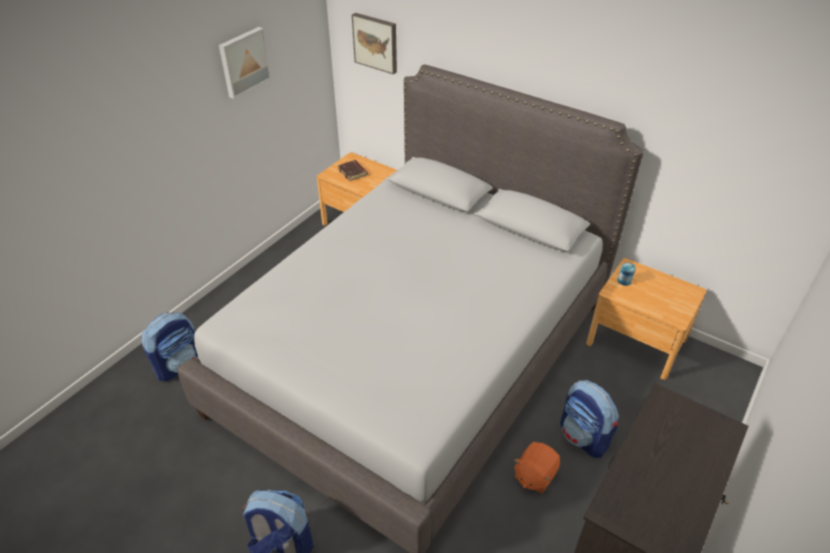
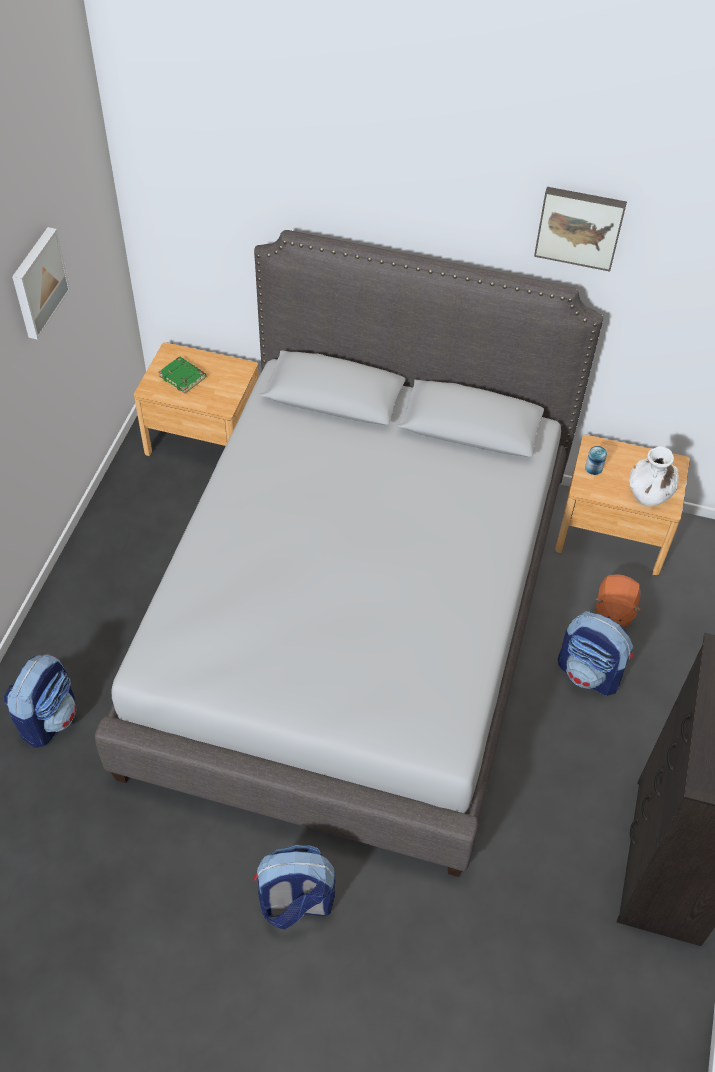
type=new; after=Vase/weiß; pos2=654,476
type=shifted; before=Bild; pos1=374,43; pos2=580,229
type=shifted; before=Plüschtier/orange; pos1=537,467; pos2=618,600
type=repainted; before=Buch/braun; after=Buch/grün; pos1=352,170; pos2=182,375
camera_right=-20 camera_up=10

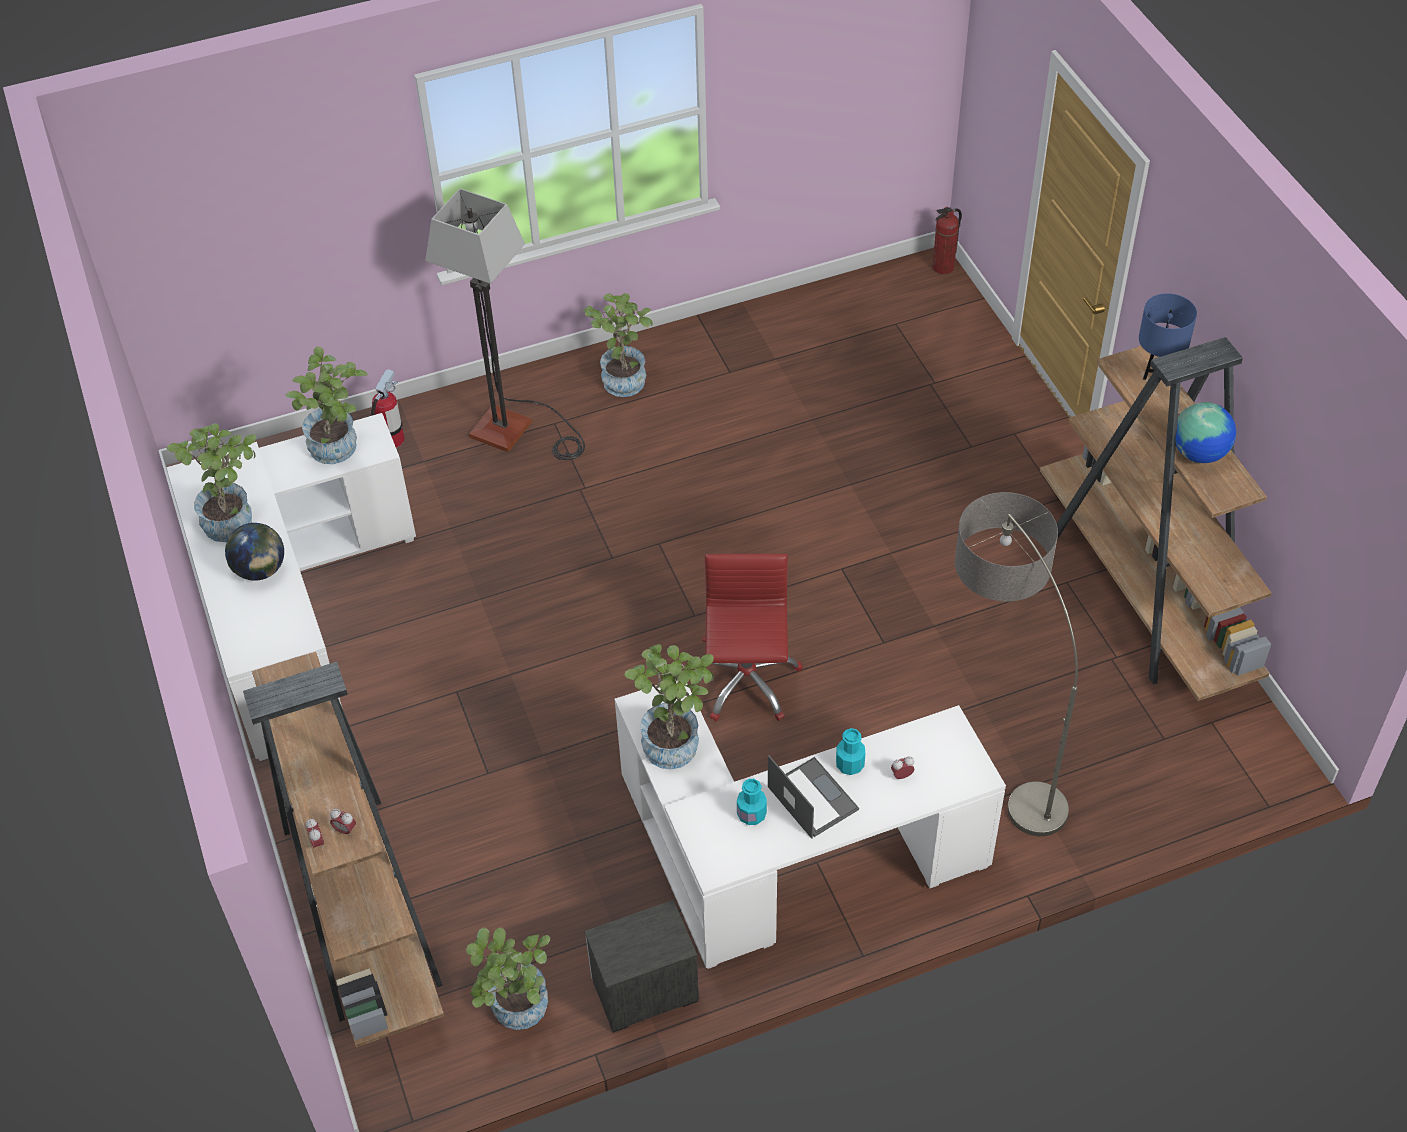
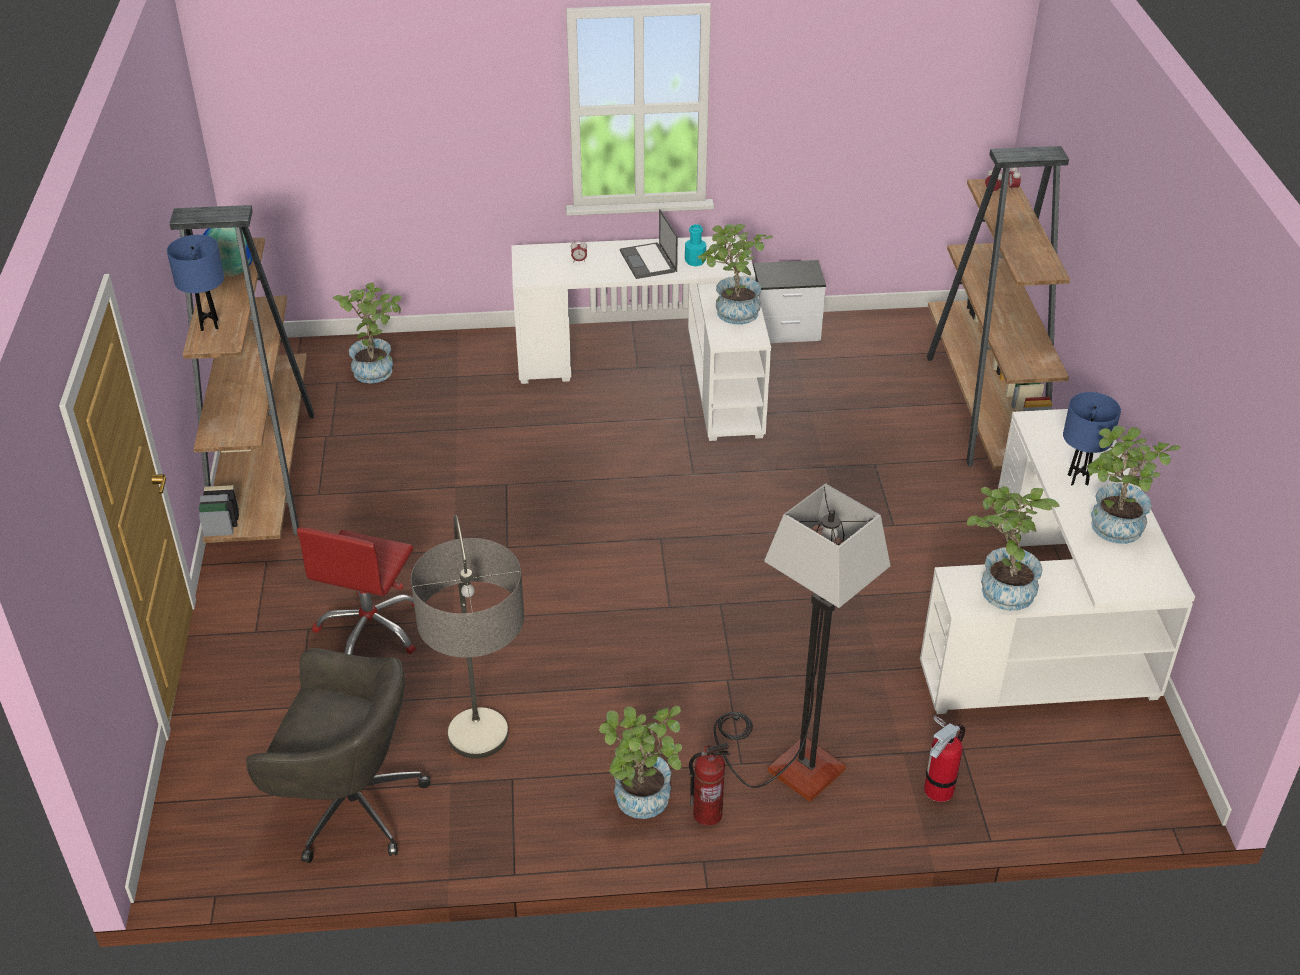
type=gone; before=Flasche/türkis; pos1=850,751
type=new; after=Bürostuhl/grau; pos2=338,755
type=shifted; before=Topfpflanze; pos1=508,978; pos2=367,333
type=shifted; before=Bürostuhl/rot; pos1=747,637; pos2=356,591
type=shifted; before=Feuerlöscher; pos1=947,240; pos2=709,784
type=shifted; before=Stehlampe; pos1=1016,664; pos2=467,637
type=swapped; before=Globus; after=Tischlampe/blau; pos1=254,552; pos2=1092,439
camera_right=-165 camera_up=-10

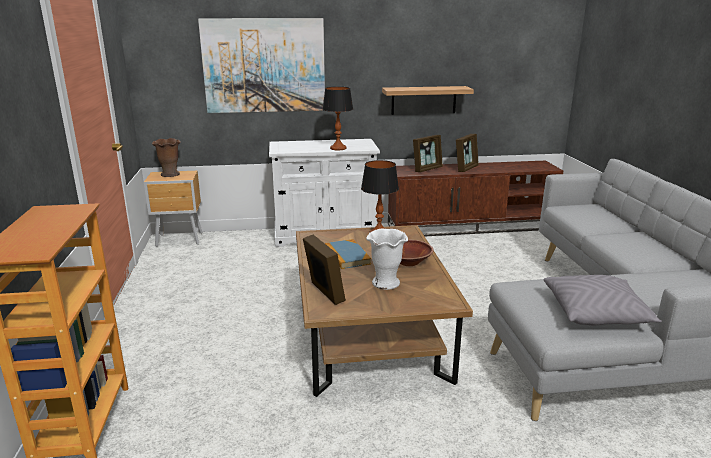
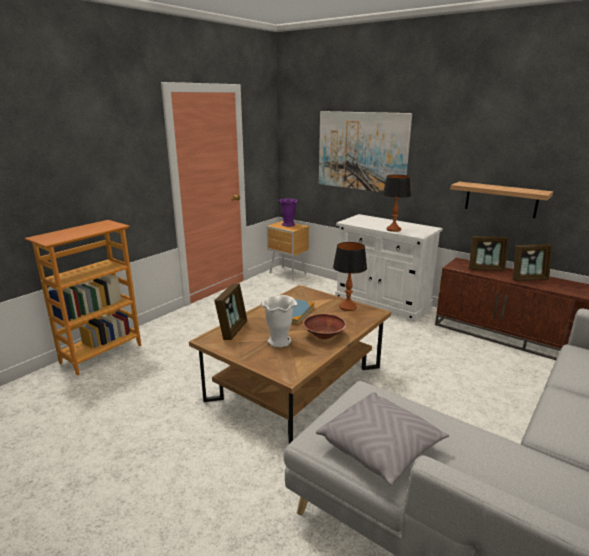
type=repainted; before=Vase/braun; after=Vase/lila; pos1=166,157; pos2=288,212
camera_right=45 camera_up=0

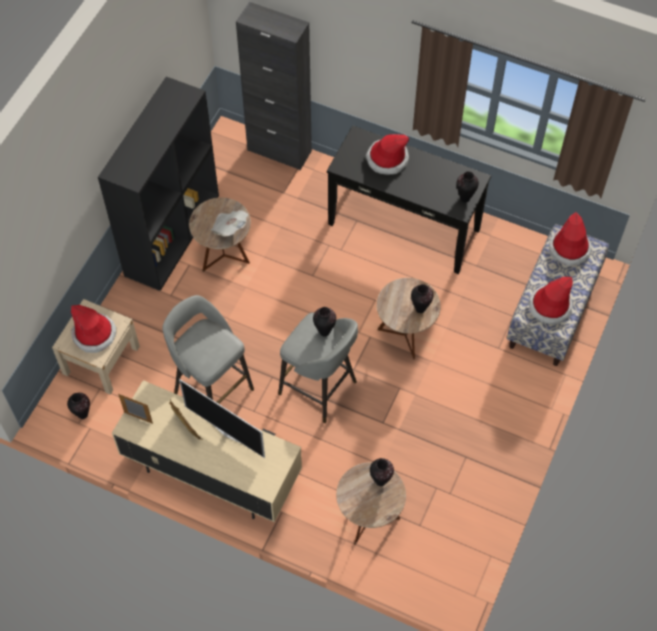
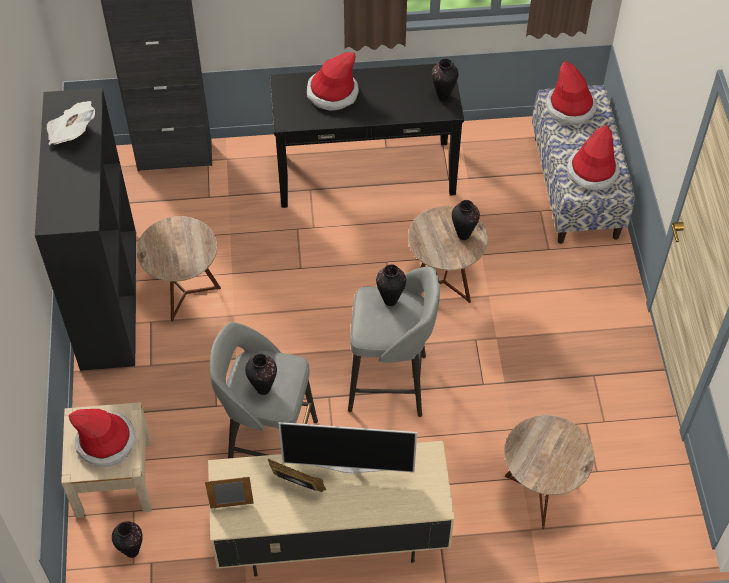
type=shifted; before=Zeitung; pos1=229,223; pos2=71,123
type=shifted; before=Vase; pos1=382,472; pos2=261,374
camera_right=-30 camera_up=-5

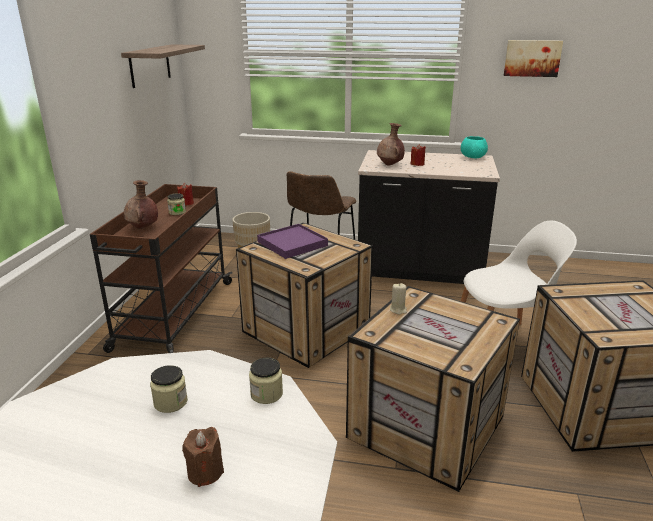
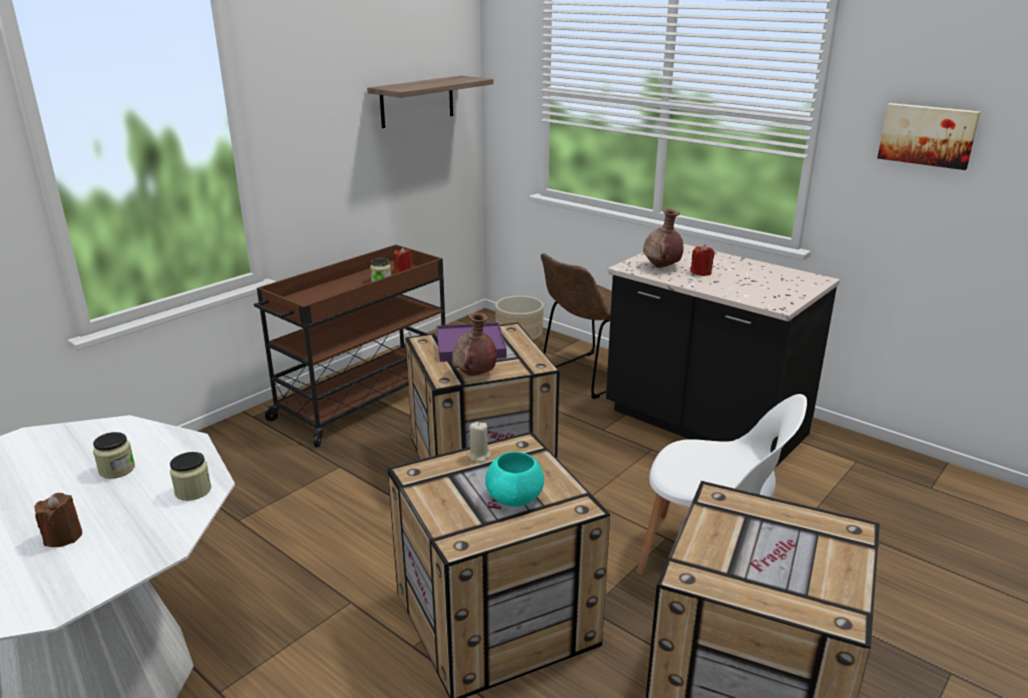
type=shifted; before=Vase/braun; pos1=141,204; pos2=474,344
type=shifted; before=Schüssel/türkis; pos1=474,147; pos2=514,479
camera_right=30 camera_up=0

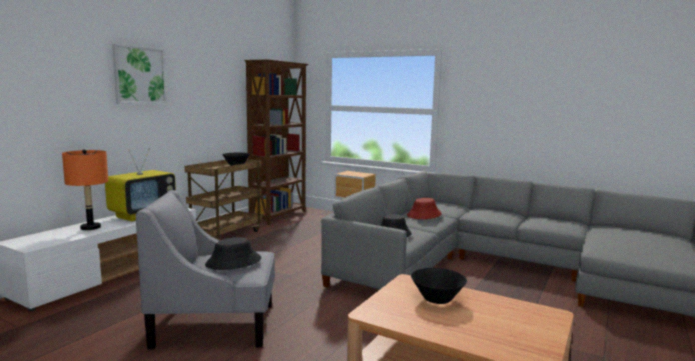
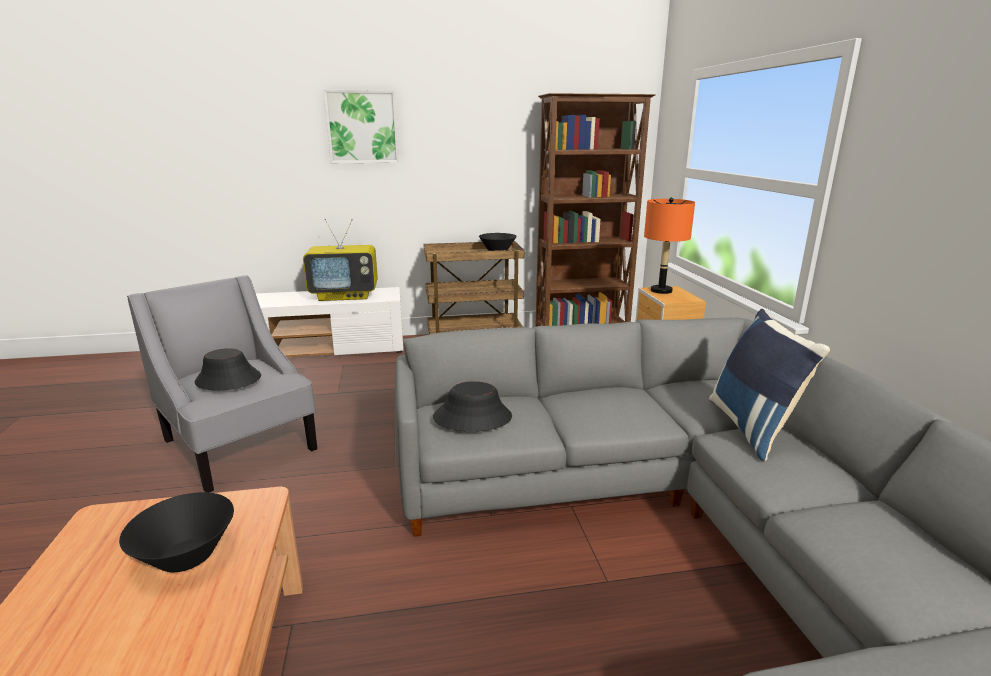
type=gone; before=Hut/rot; pos1=424,208
type=new; after=Kissen/blau; pos2=769,385
type=shifted; before=Tischlampe/orange; pos1=85,189; pos2=669,245
camera_right=50 camera_up=10

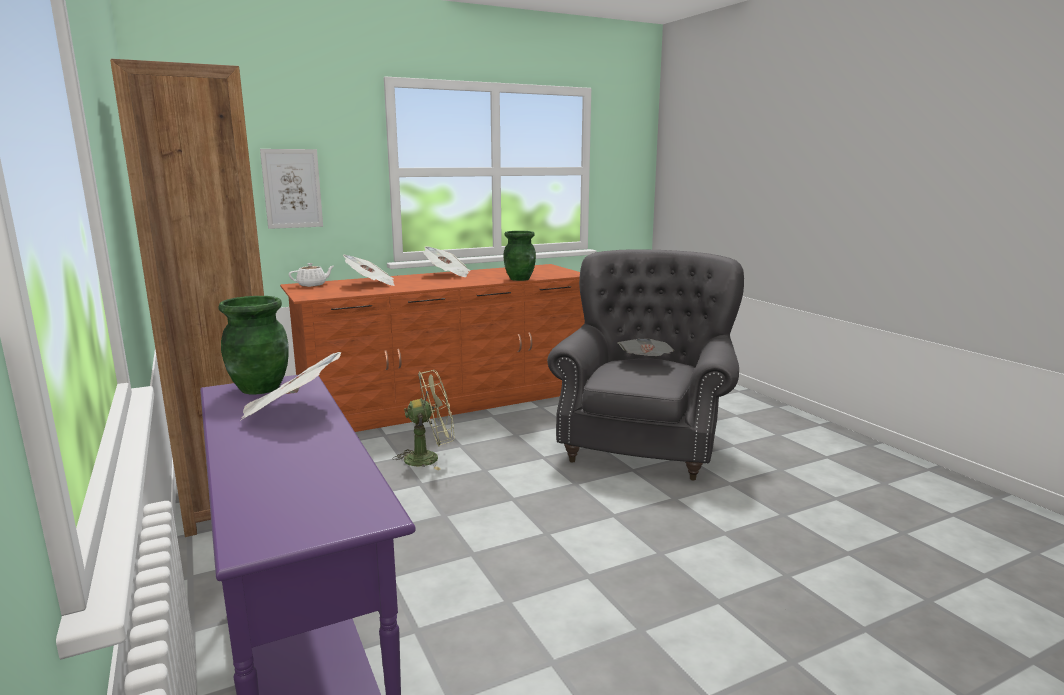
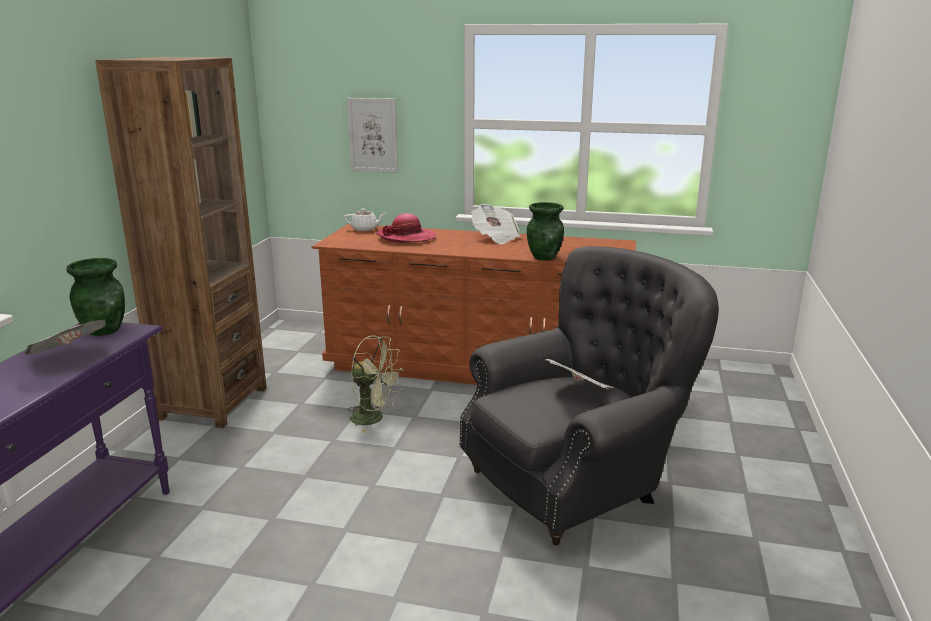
type=swapped; before=Zeitung; after=Hut; pos1=369,270; pos2=406,228
camera_right=40 camera_up=5

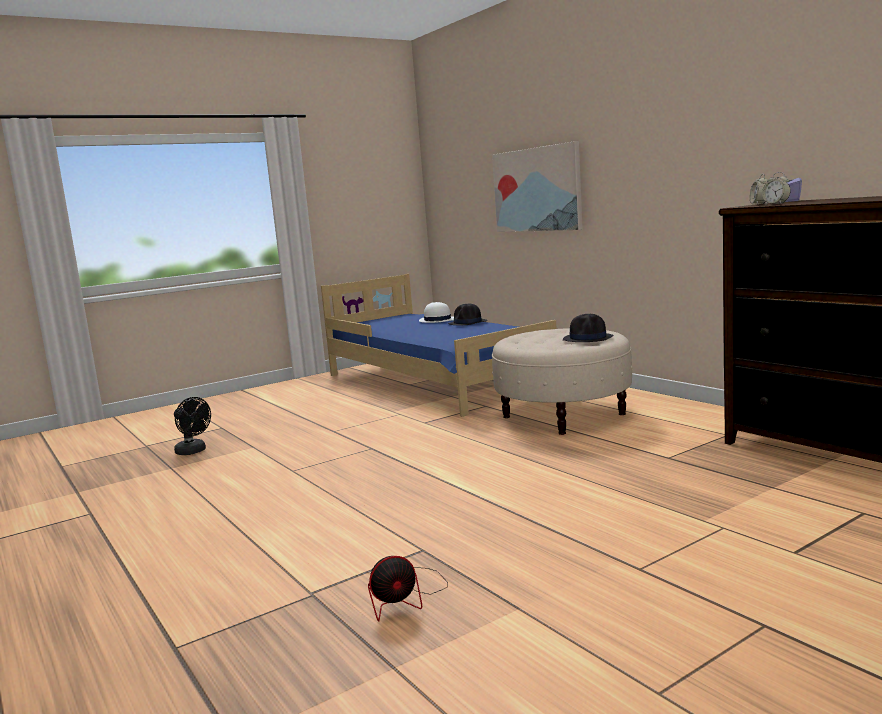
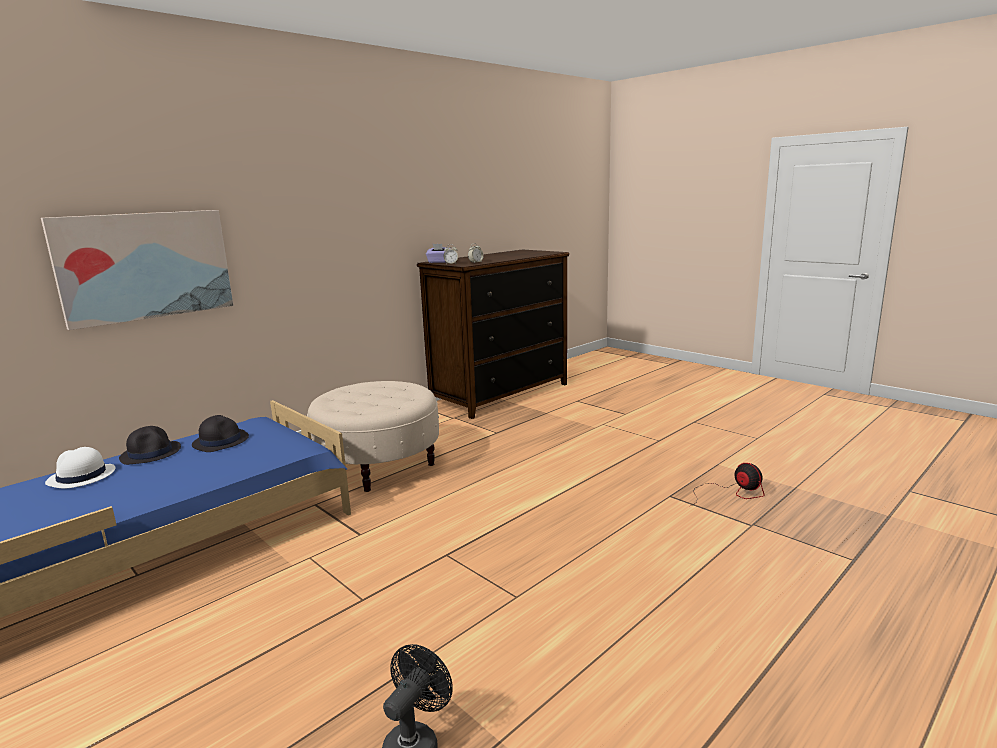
type=shifted; before=Hut/schwarz; pos1=588,328; pos2=220,433
camera_right=-100 camera_up=5

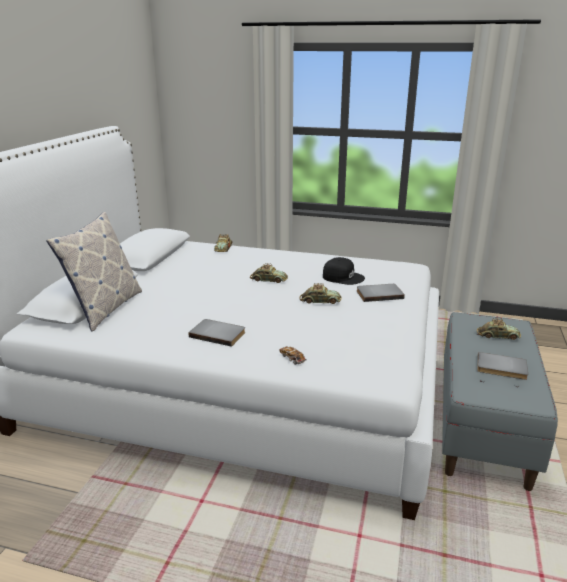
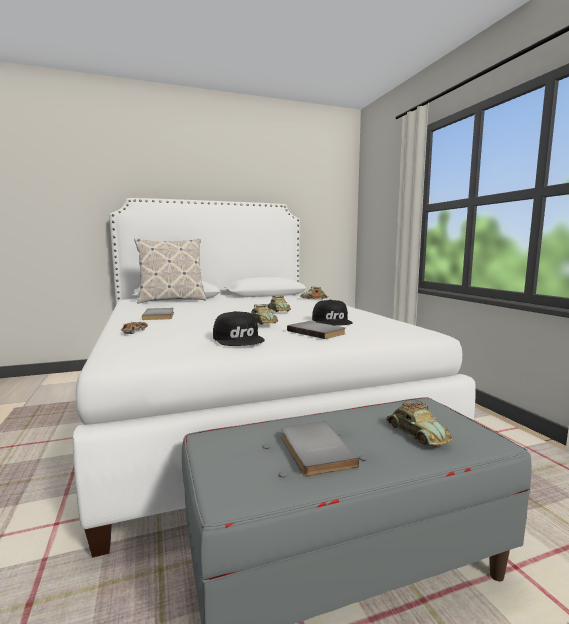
type=new; after=Kappe/schwarz; pos2=239,328
camera_right=55 camera_up=-15

